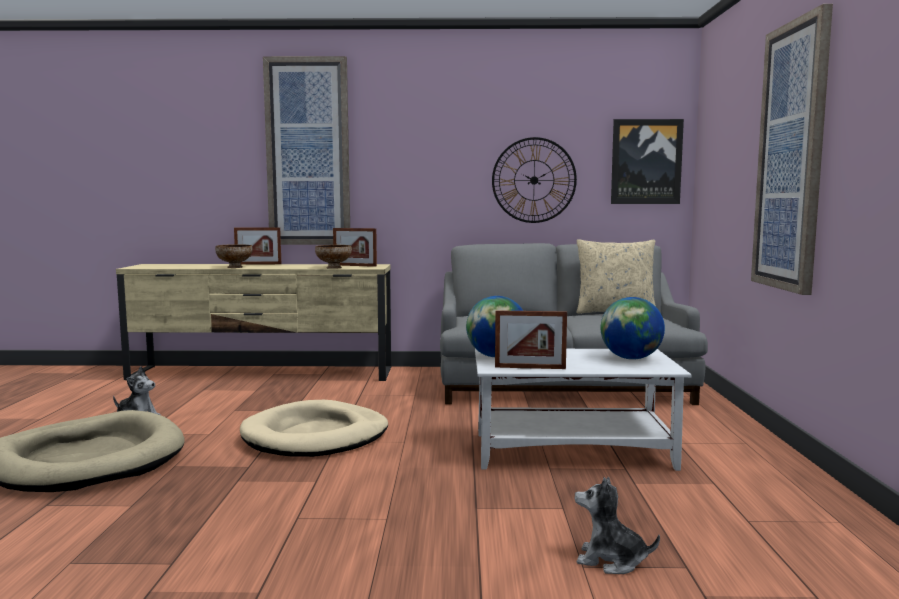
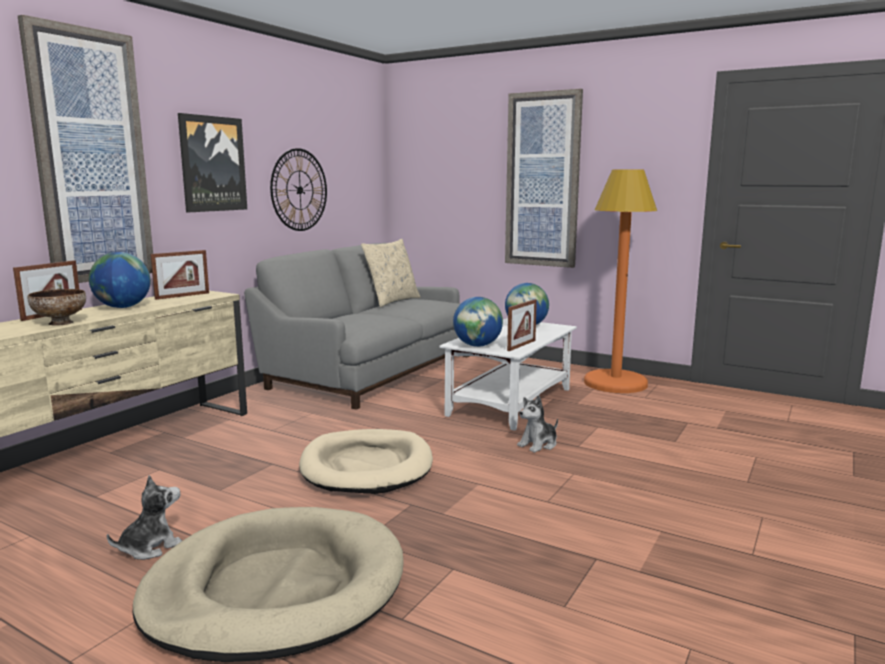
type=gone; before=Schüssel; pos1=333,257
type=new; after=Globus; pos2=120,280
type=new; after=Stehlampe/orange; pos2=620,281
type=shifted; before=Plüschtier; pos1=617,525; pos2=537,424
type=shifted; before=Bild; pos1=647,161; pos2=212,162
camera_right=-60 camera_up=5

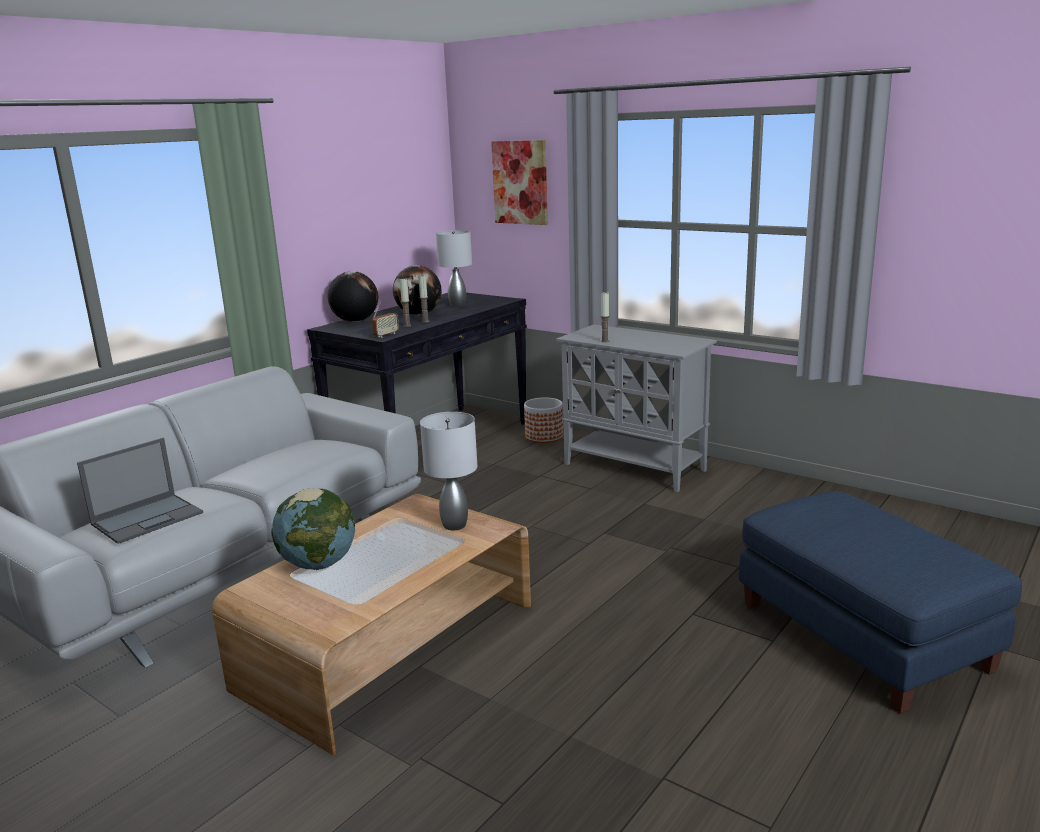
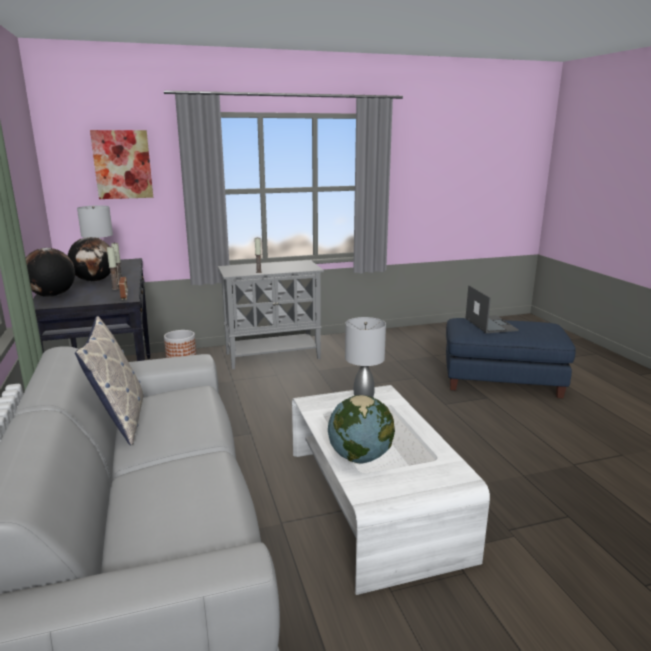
type=new; after=Kissen; pos2=109,380
type=shifted; before=Laptop; pos1=140,491; pos2=492,309
type=repainted; before=Couchtisch/braun; after=Couchtisch/weiß; pos1=371,624; pos2=391,490
camera_right=-55 camera_up=0

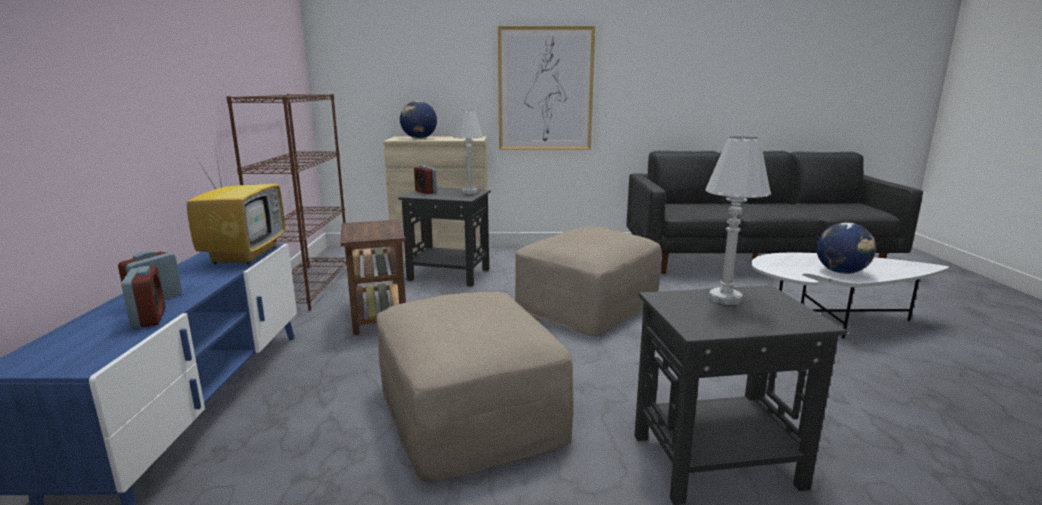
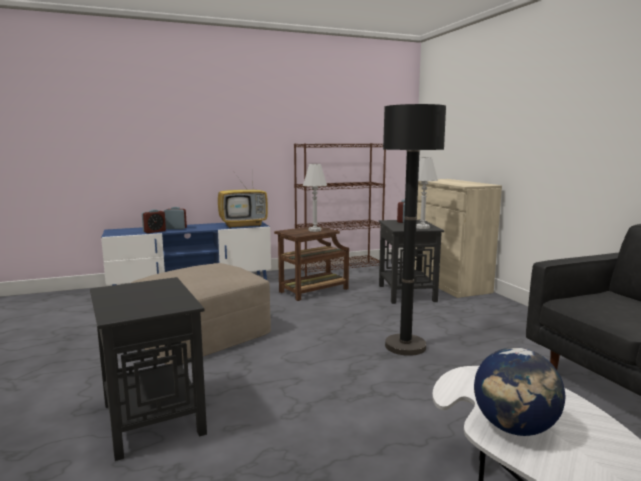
type=gone; before=Globus; pos1=418,120
type=gone; before=Bild; pos1=546,88
type=shifted; before=Tischlampe/weiß; pos1=738,220; pos2=315,198
type=swapped; before=Polsterhocker/beige; after=Stehlampe/schwarz; pos1=588,281; pos2=414,230
camera_right=70 camera_up=-5

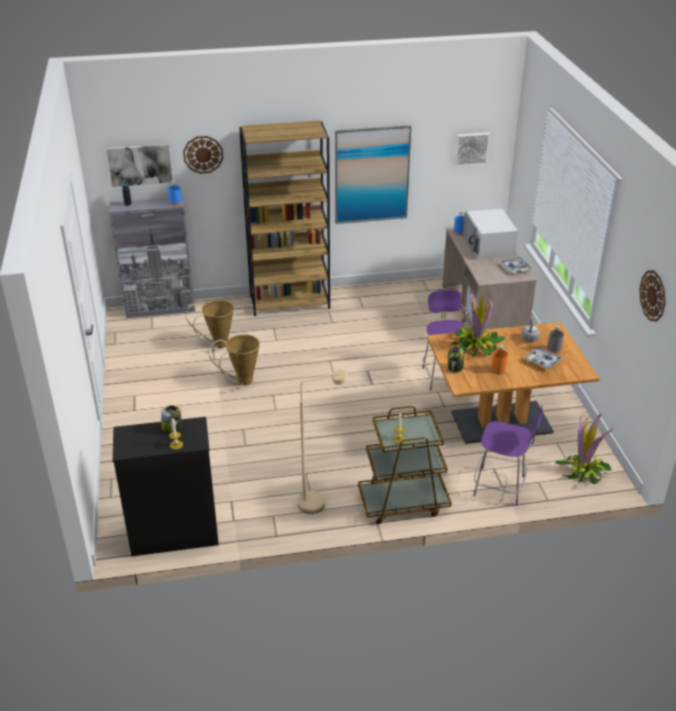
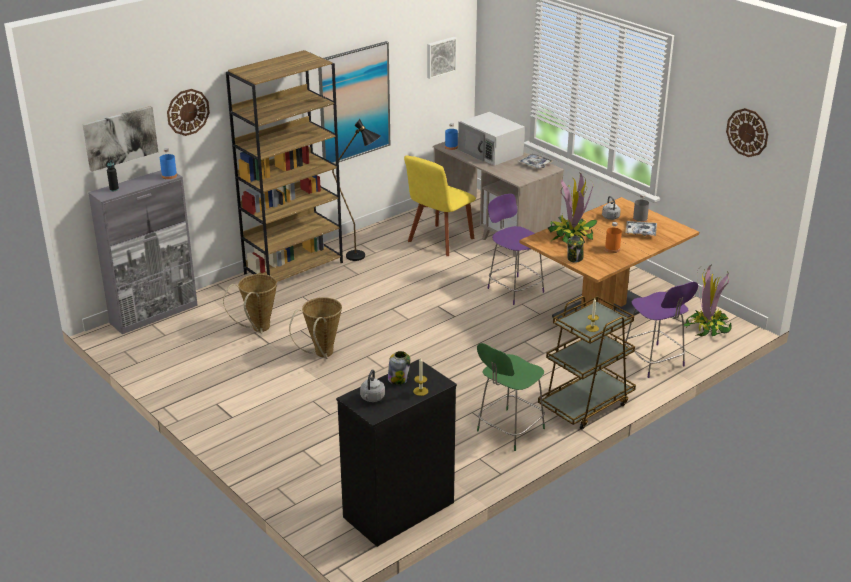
type=new; after=Stehlampe/schwarz; pos2=356,190
type=new; after=Wasserkessel/grau; pos2=372,385
type=new; after=Stuhl/gelb; pos2=440,205
type=swapped; before=Stehlampe/beige; after=Stuhl/grün; pos1=323,441; pos2=511,397
type=rotated; before=Stuhl/lila; pos1=508,455; pos2=661,330; turn=75
camera_right=-30 camera_up=-5

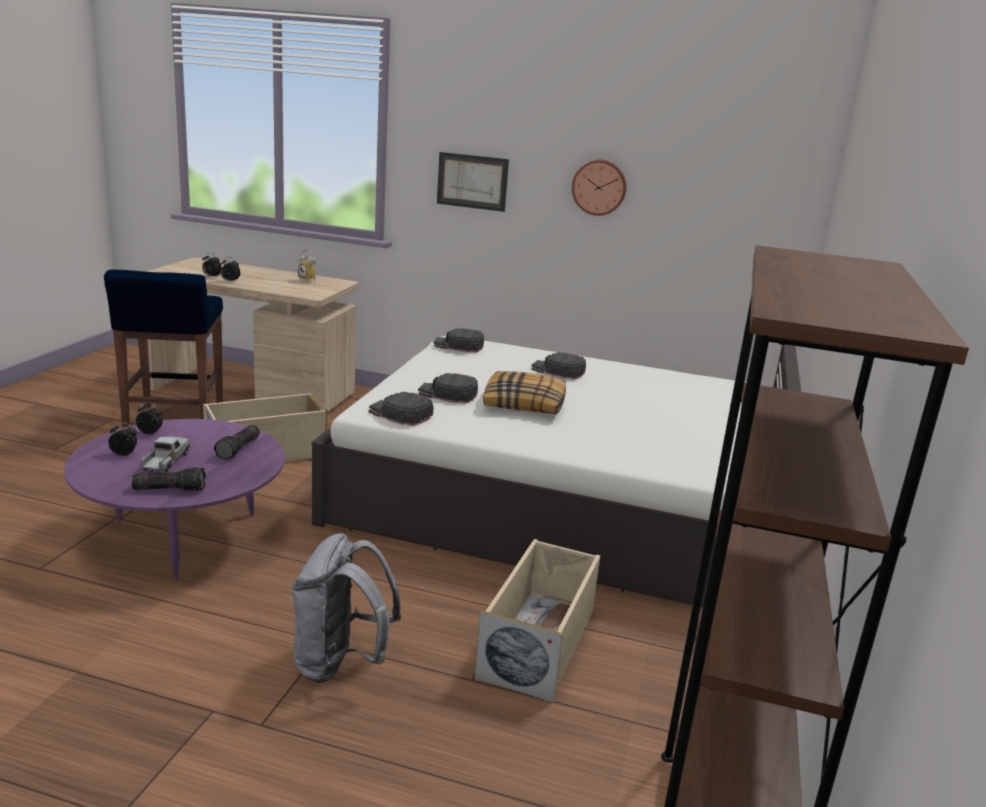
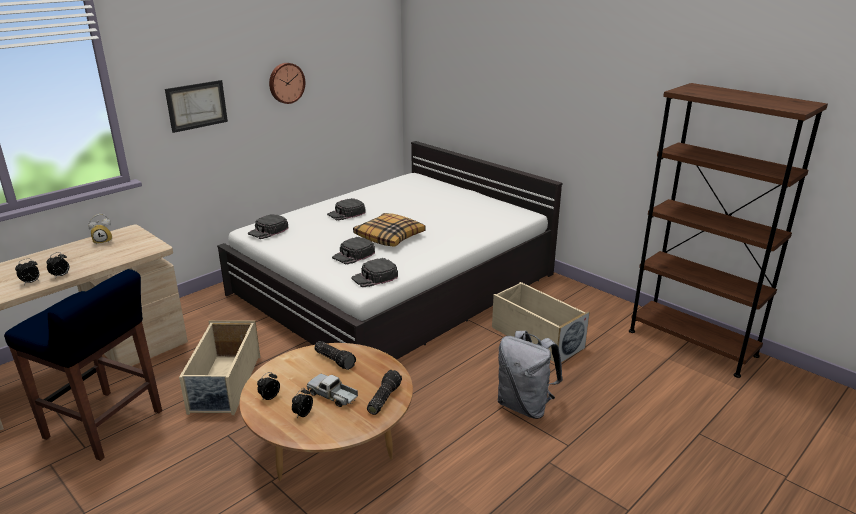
type=repainted; before=Couchtisch/lila; after=Couchtisch/braun; pos1=174,499; pos2=326,412
camera_right=-60 camera_up=5

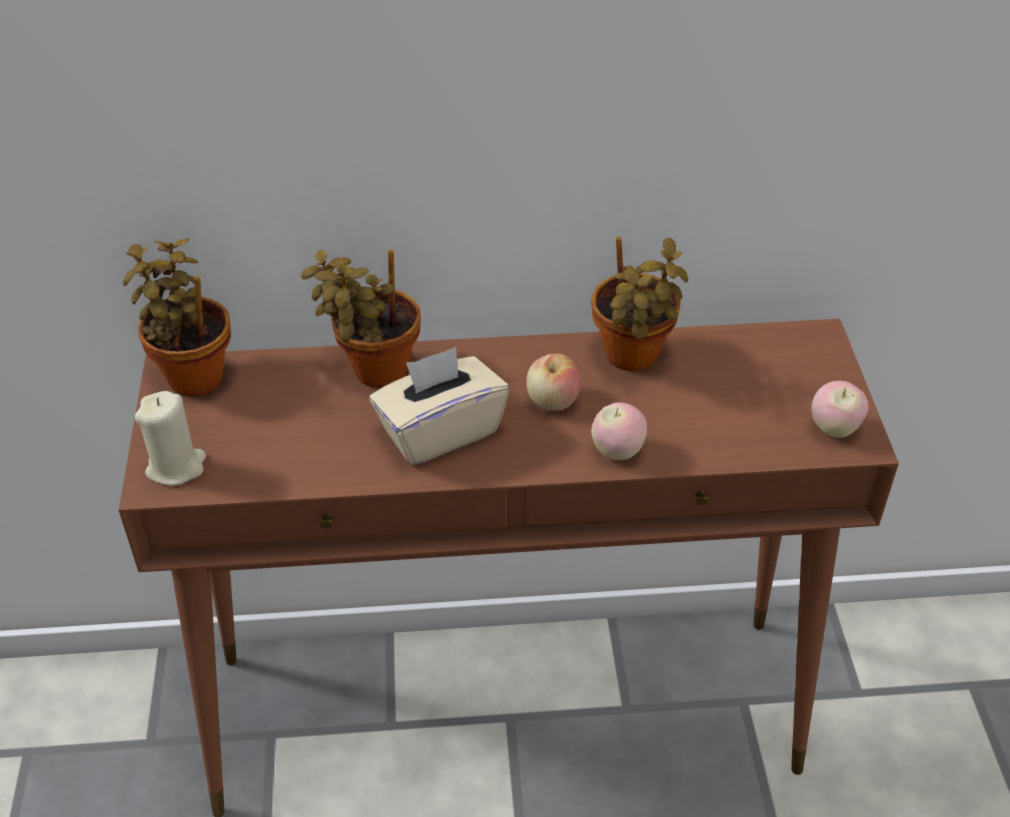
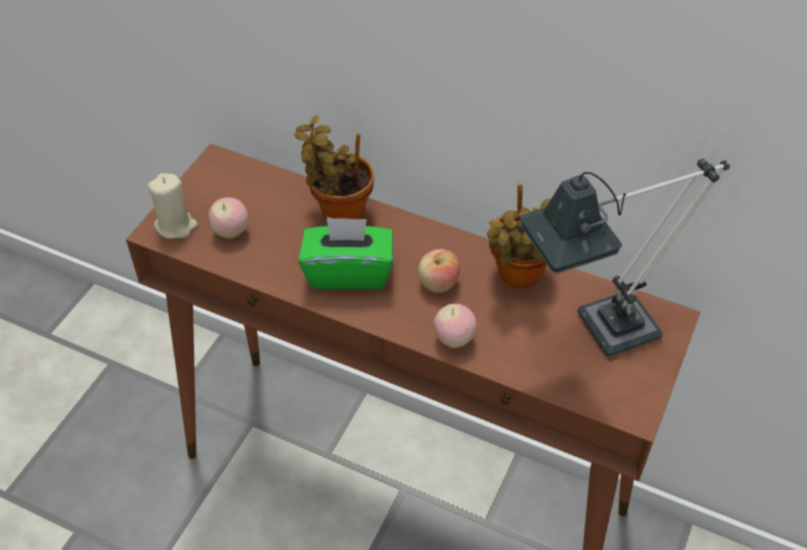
type=gone; before=Topfpflanze; pos1=177,317
type=new; after=Tischlampe; pos2=625,257
type=shifted; before=Apfel; pos1=840,409; pos2=228,218
type=repainted; before=Taschentuchbox/beige; after=Taschentuchbox/grün; pos1=439,406; pos2=346,253
camera_right=30 camera_up=5

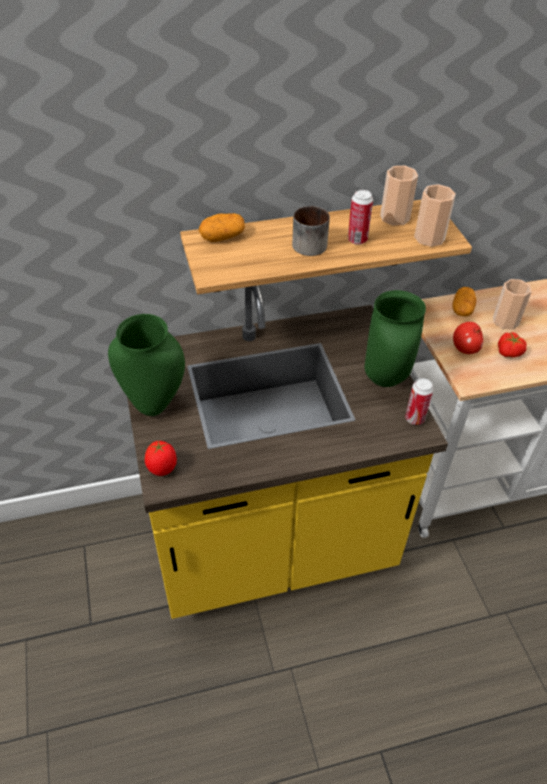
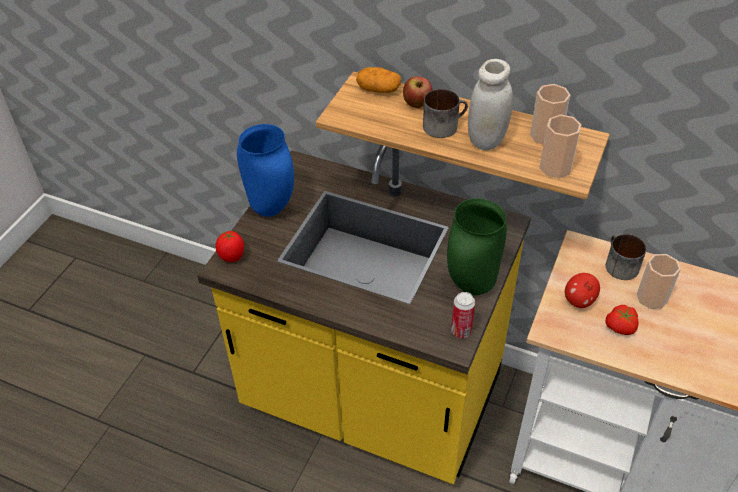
type=new; after=Apfel; pos2=417,92
type=swapped; before=Dose; after=Vorratsglas/weiß; pos1=360,217; pos2=490,105
type=swapped; before=Kartoffel; after=Henkelbecher; pos1=464,301; pos2=626,257
type=repainted; before=Vase/grün; after=Vase/blau; pos1=146,365; pos2=265,170
camera_right=40 camera_up=0

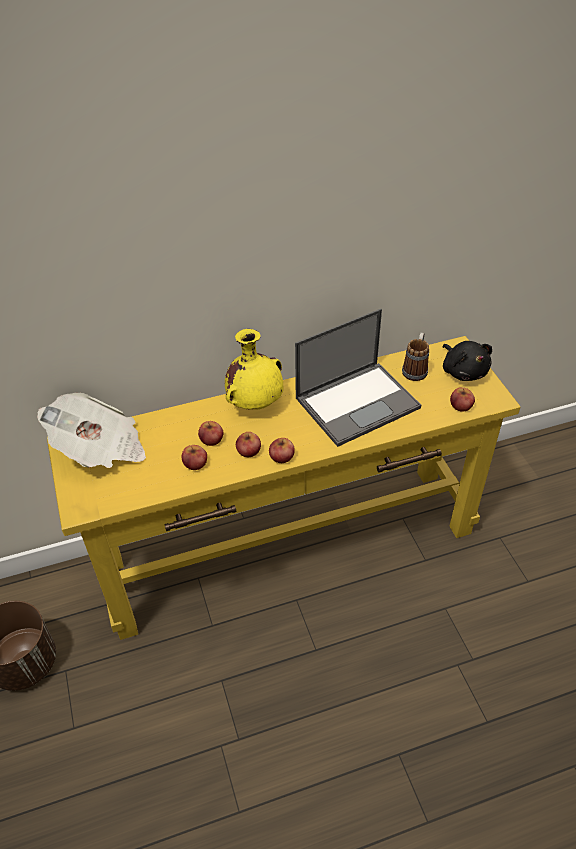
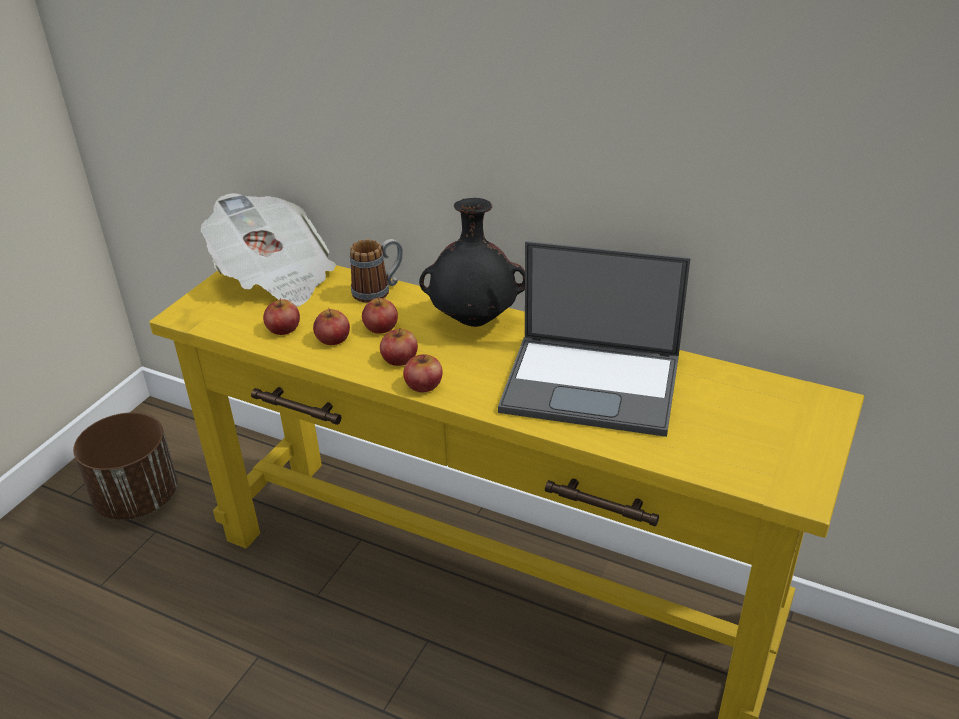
type=gone; before=Plüschtier/schwarz; pos1=467,361
type=shifted; before=Henkelbecher; pos1=415,357; pos2=376,271
type=shifted; before=Apfel; pos1=462,399; pos2=281,316
type=repainted; before=Vase/gelb; after=Vase/schwarz; pos1=254,369; pos2=472,262
camera_right=45 camera_up=-10

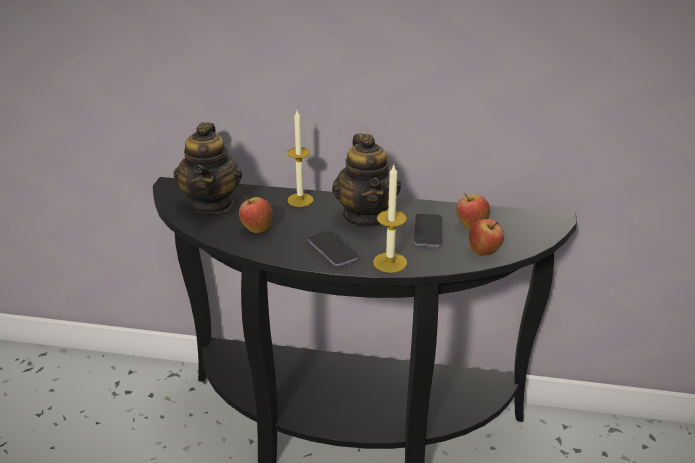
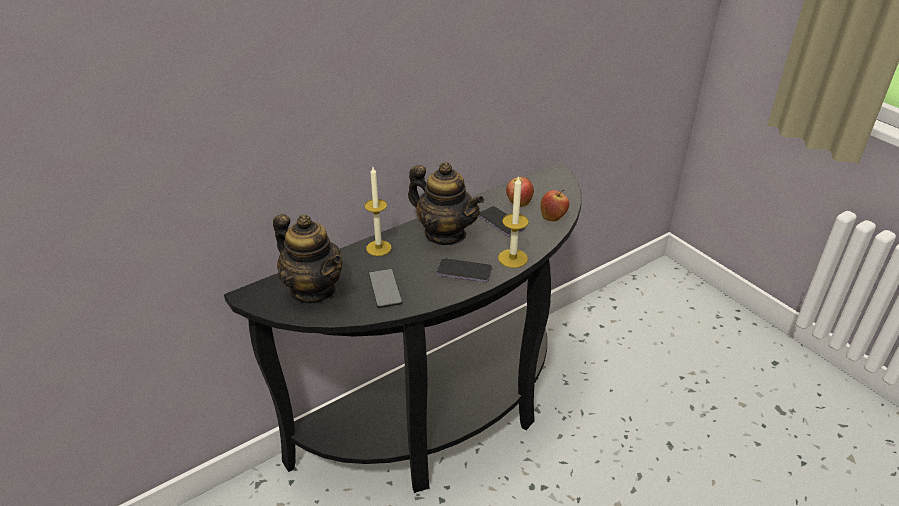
type=swapped; before=Apfel; after=Handy; pos1=256,215; pos2=385,288
camera_right=-45 camera_up=5

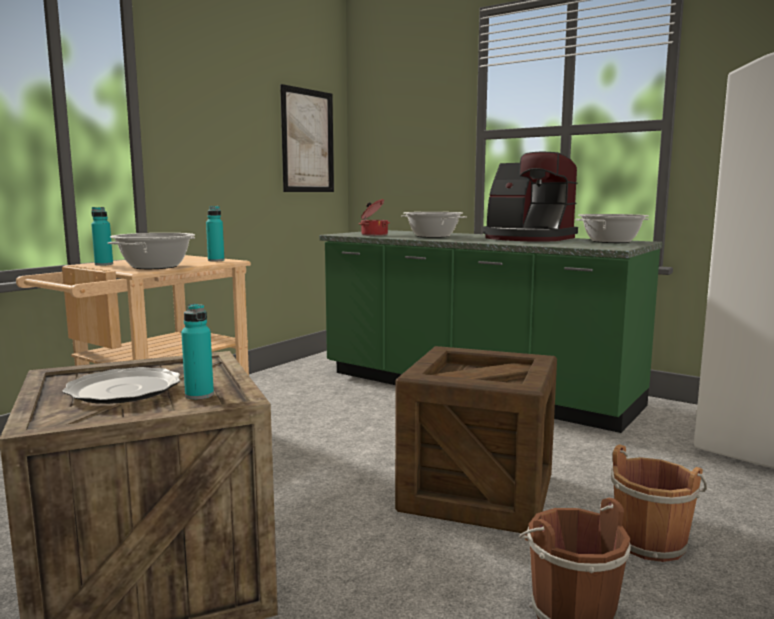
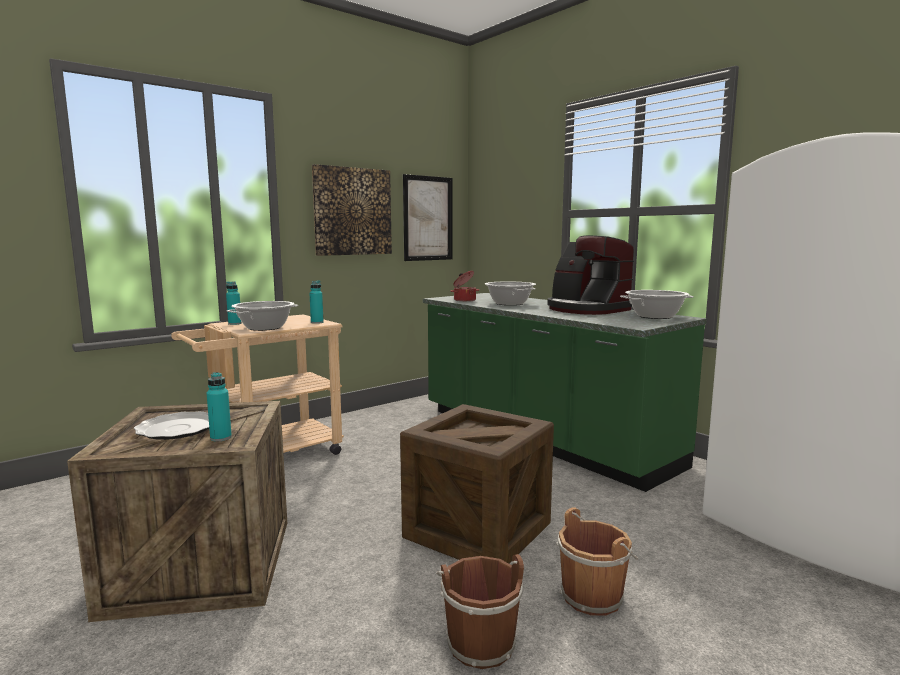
type=new; after=Bild; pos2=352,210
camera_right=15 camera_up=0

